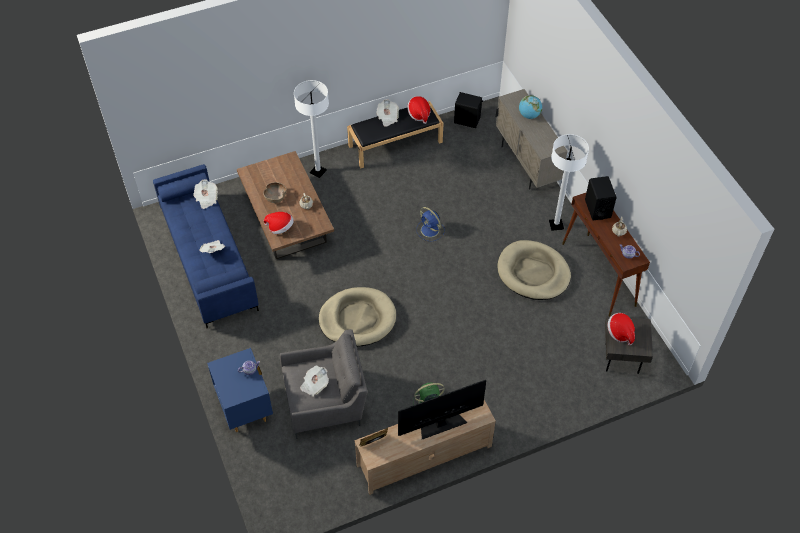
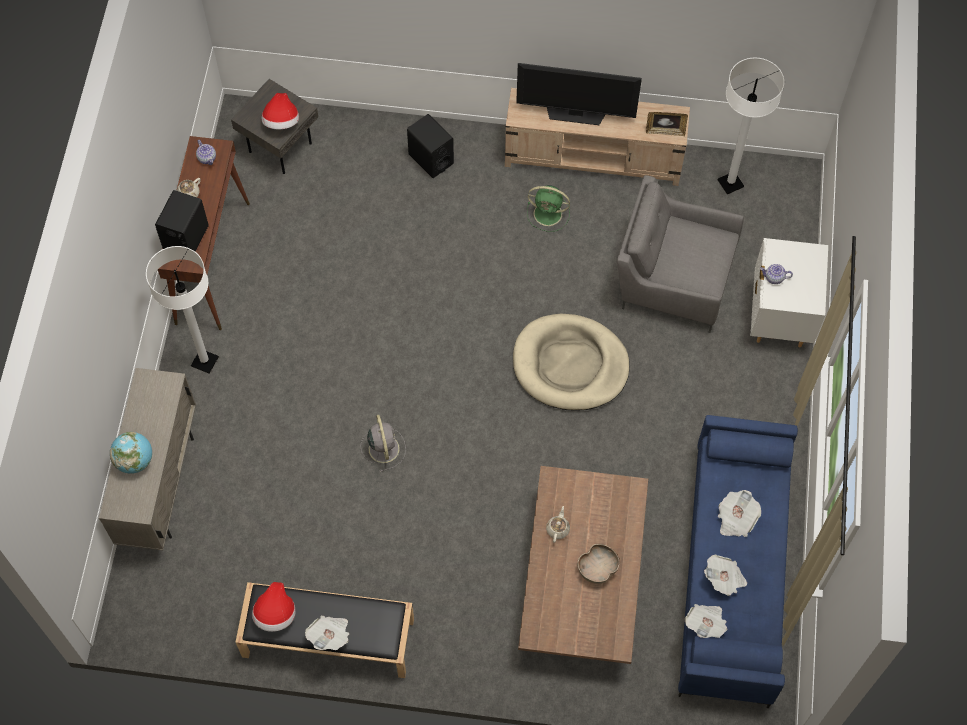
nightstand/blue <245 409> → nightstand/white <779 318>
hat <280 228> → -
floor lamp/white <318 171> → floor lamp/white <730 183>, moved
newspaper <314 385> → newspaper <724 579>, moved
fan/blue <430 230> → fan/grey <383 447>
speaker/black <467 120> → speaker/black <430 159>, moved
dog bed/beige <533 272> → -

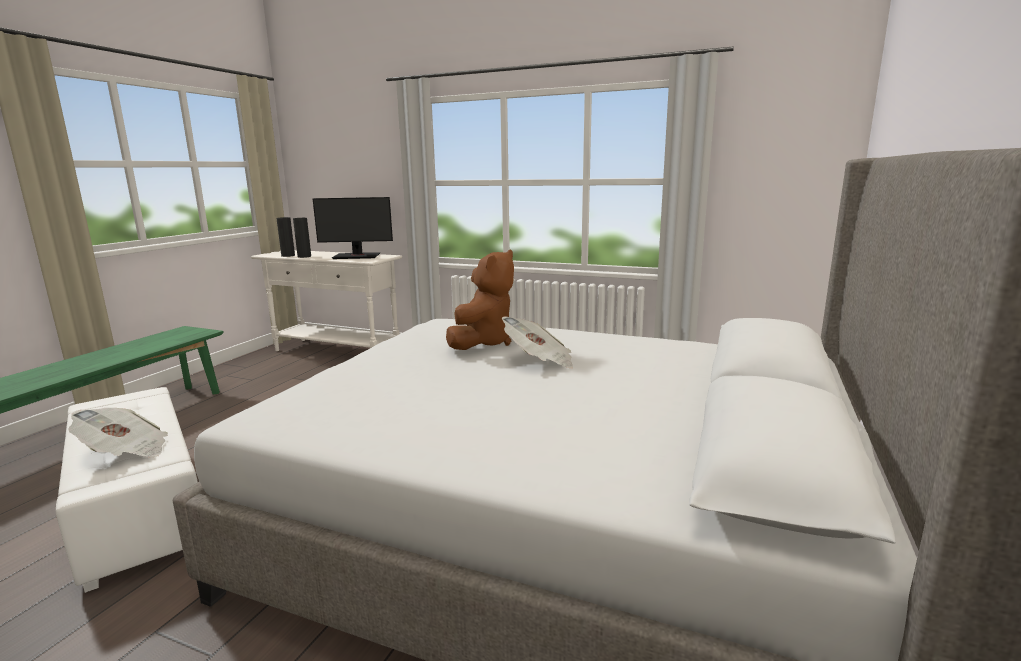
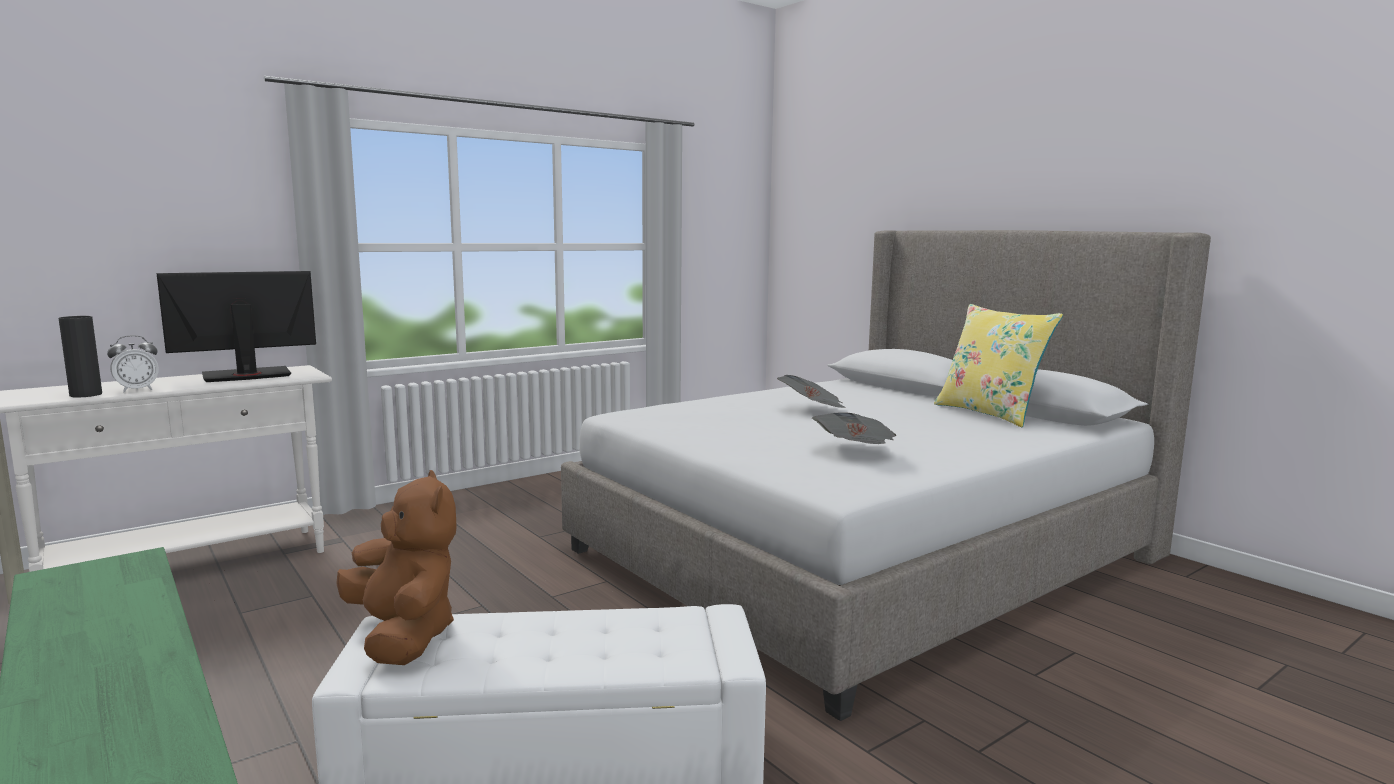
newspaper <126 452> → newspaper <855 452>, moved
vase/black <304 256> → alarm clock <137 390>
monitor <357 256> → monitor <246 375>, 150 degrees counterclockwise
plush toy/brown <483 342> → plush toy/brown <403 636>, moved
- → pillow/yellow <990 413>

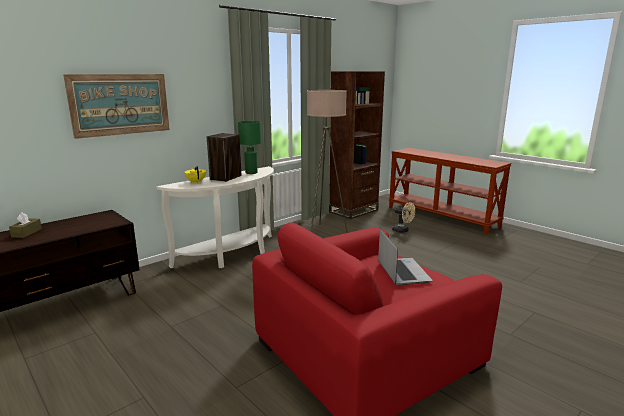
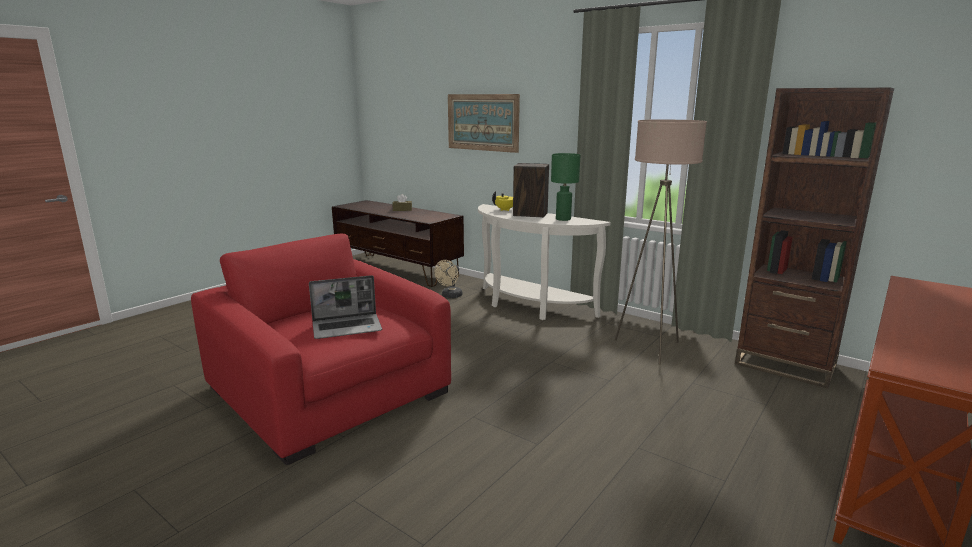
fan/beige <403 231> → fan/beige <450 296>, moved

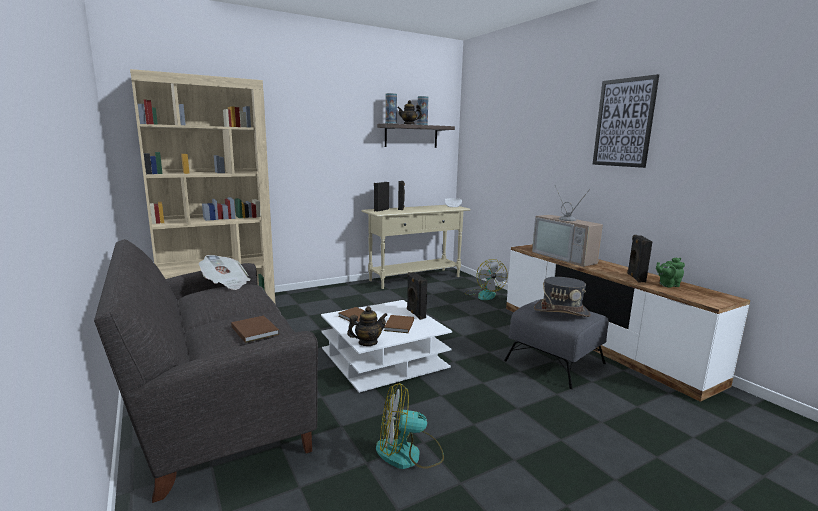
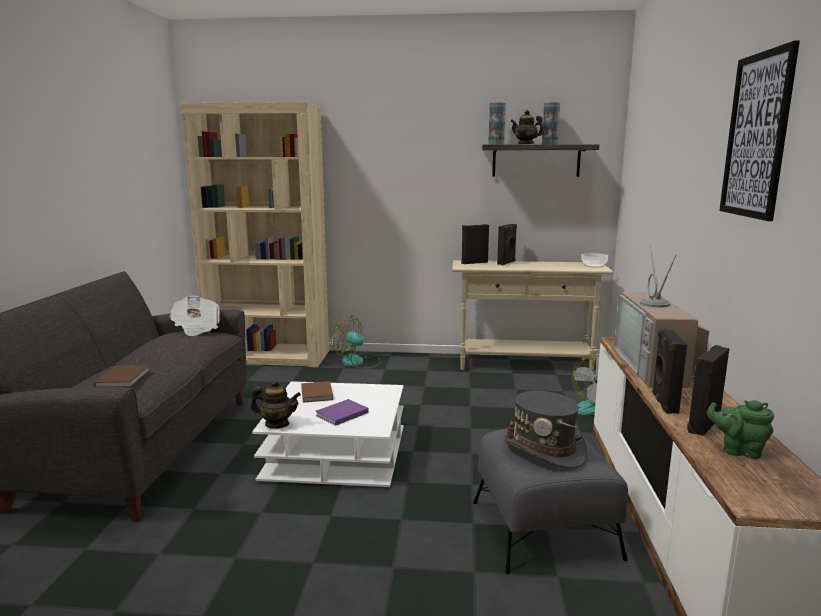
fan <409 454> → fan <357 362>, moved
book/brown <398 326> → book/purple <340 414>
speaker/black <415 314> → speaker/black <663 403>, moved

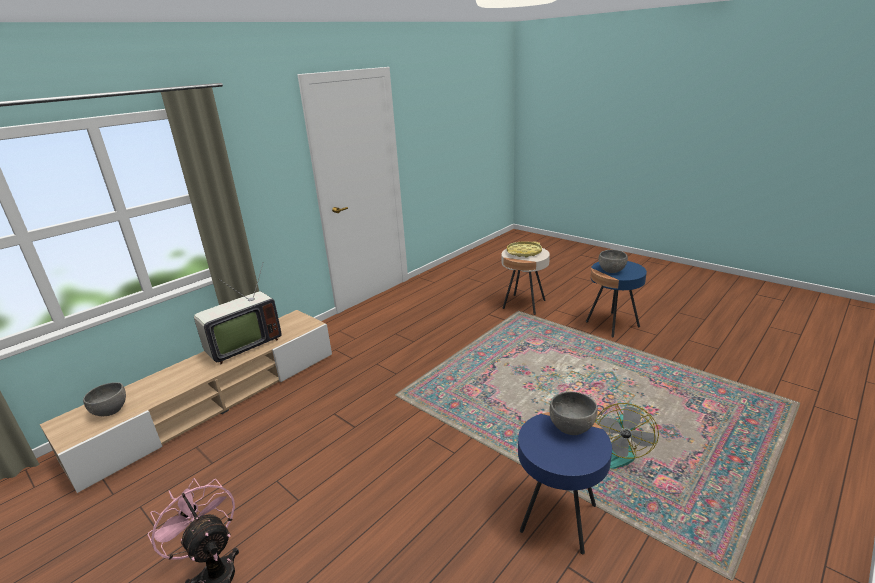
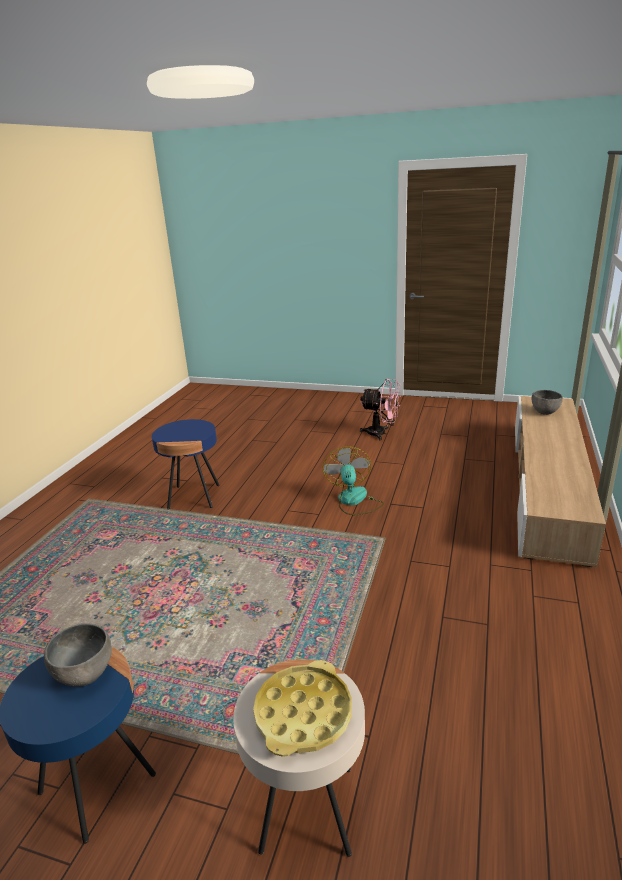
television <242 346> → -
bowl/grey <572 428> → -
fan <615 450> → fan <354 501>, moved

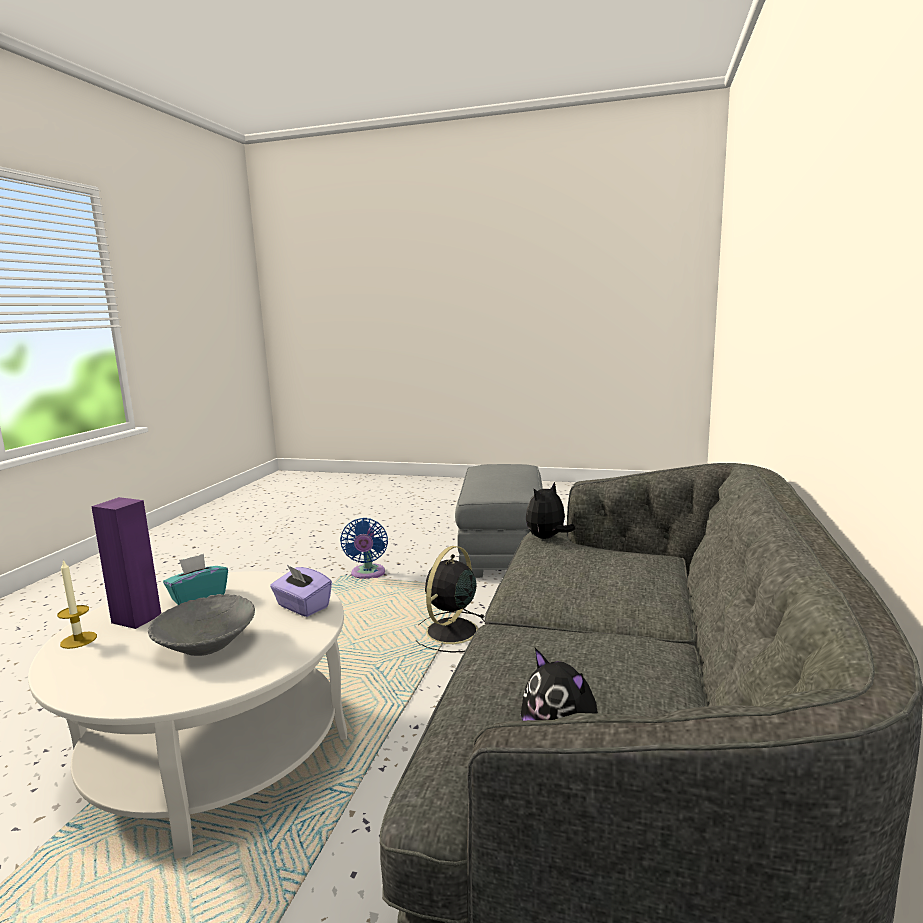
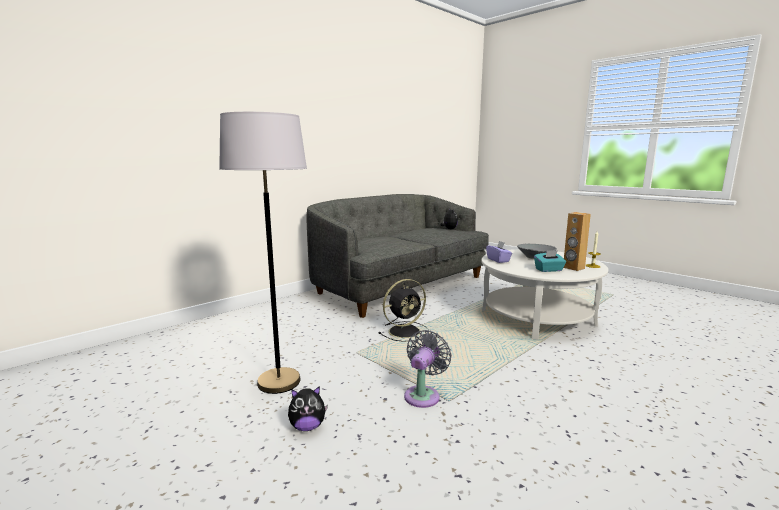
speaker/purple <137 618> → speaker/brown <573 268>
fan/blue <367 574> → fan/grey <423 395>
ottoman/grey <502 550> → floor lamp/grey <279 382>
plush toy <547 538> → plush toy <307 427>, moved

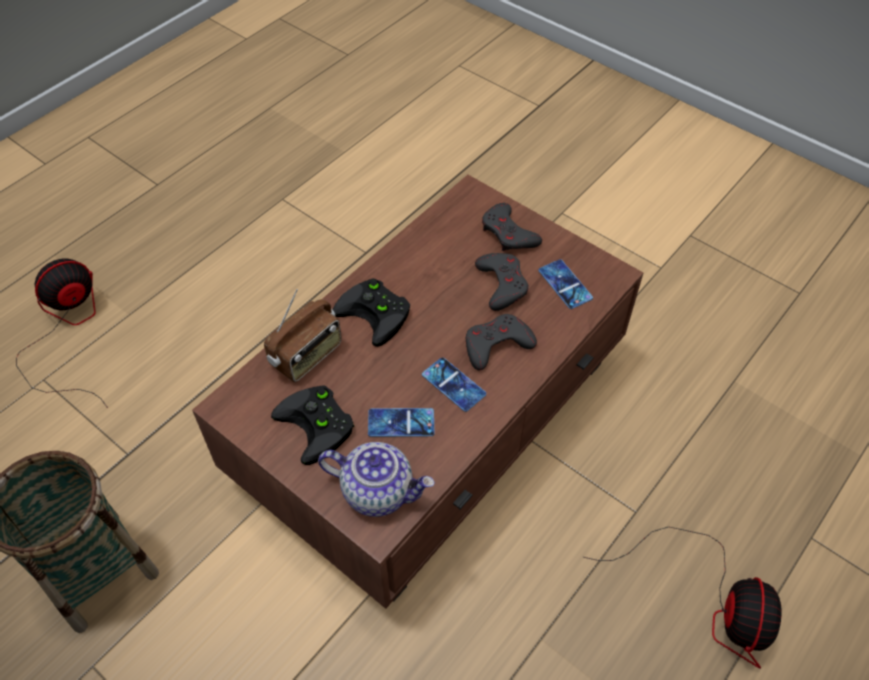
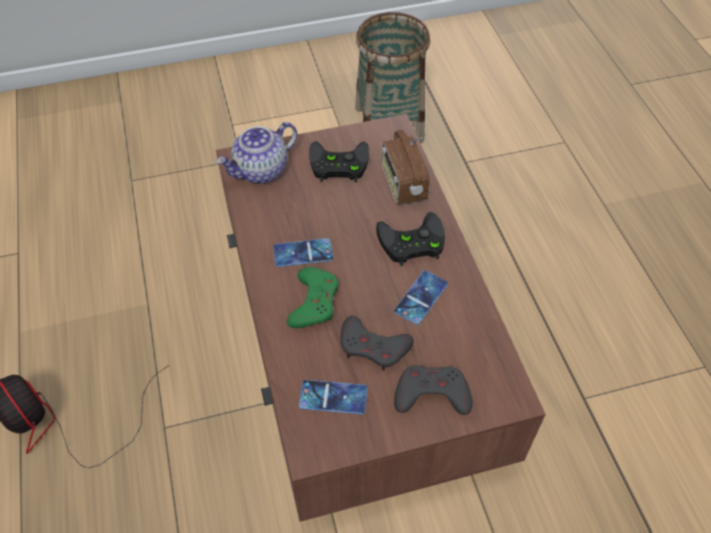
fan <68 332> → -
phone <401 423> → phone <421 297>, moved
game controller/grey <496 345> → game controller/green <314 302>

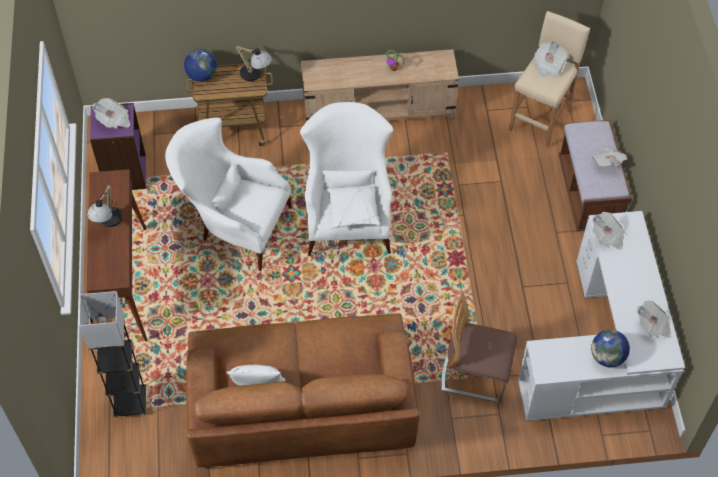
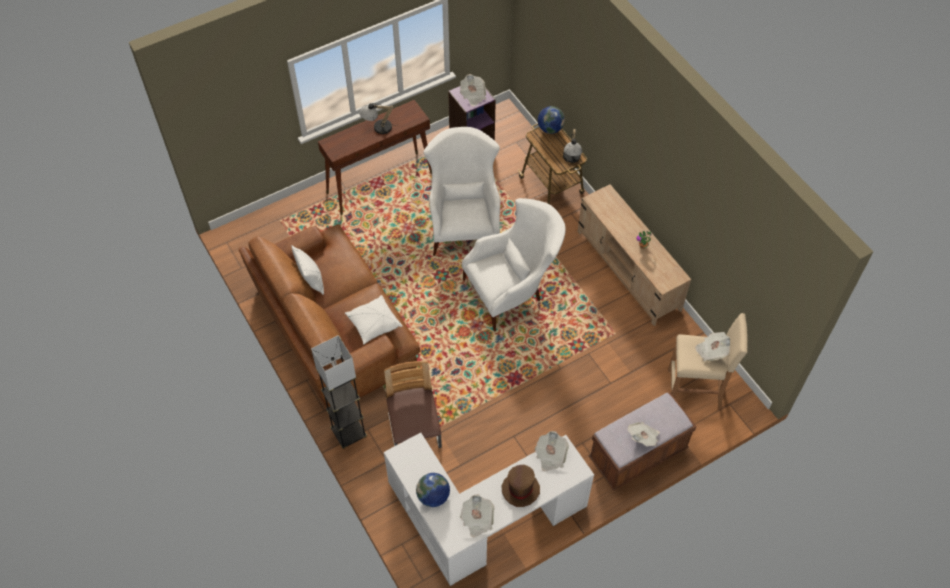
floor lamp/grey <130 403> → floor lamp/grey <349 433>, moved
pillow/white <353 212> → pillow/white <373 324>, moved
- → hat/brown <520 489>

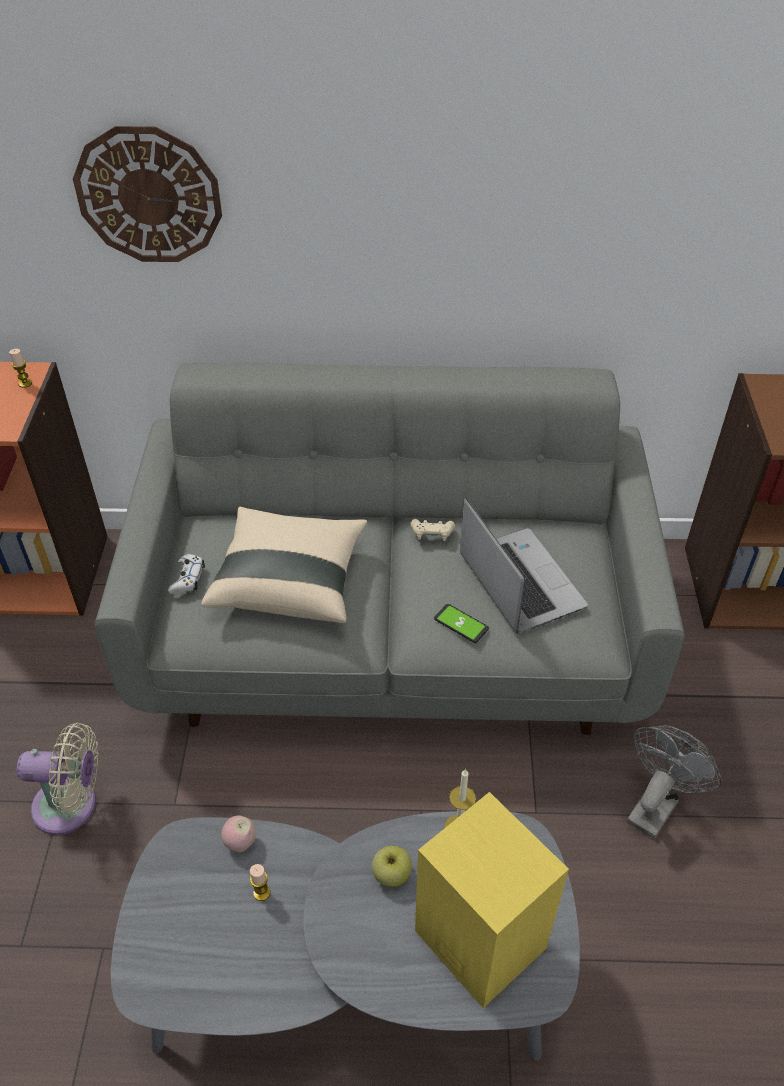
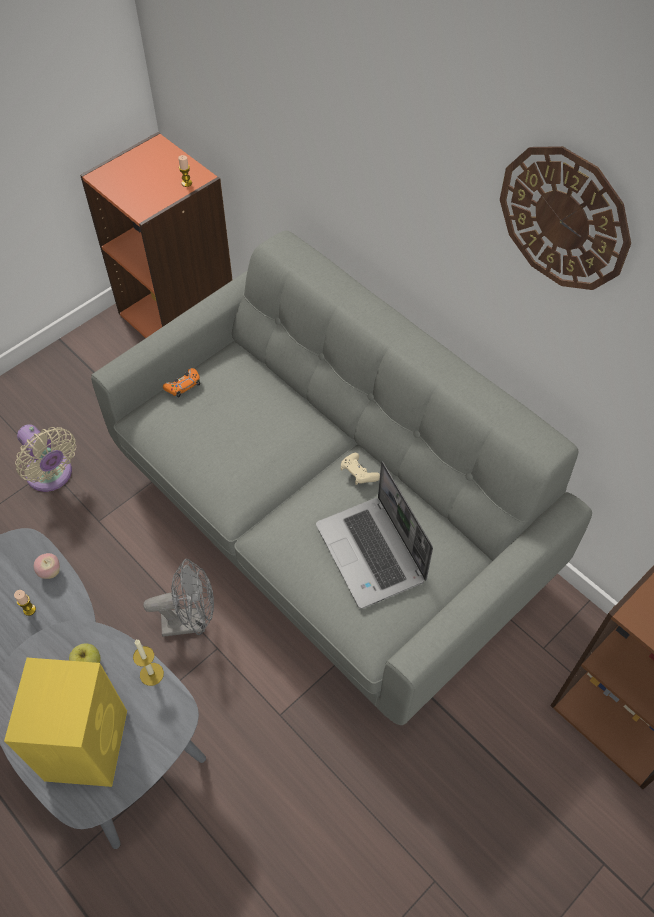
wall clock <149 195> → wall clock <564 218>, moved
game controller/white <187 578> → game controller/orange <183 385>
pillow/beige <290 581> → -
phone <461 624> → -
laptop <518 581> → laptop <372 553>, 135 degrees clockwise
fan/grey <655 804> → fan/grey <191 621>, moved

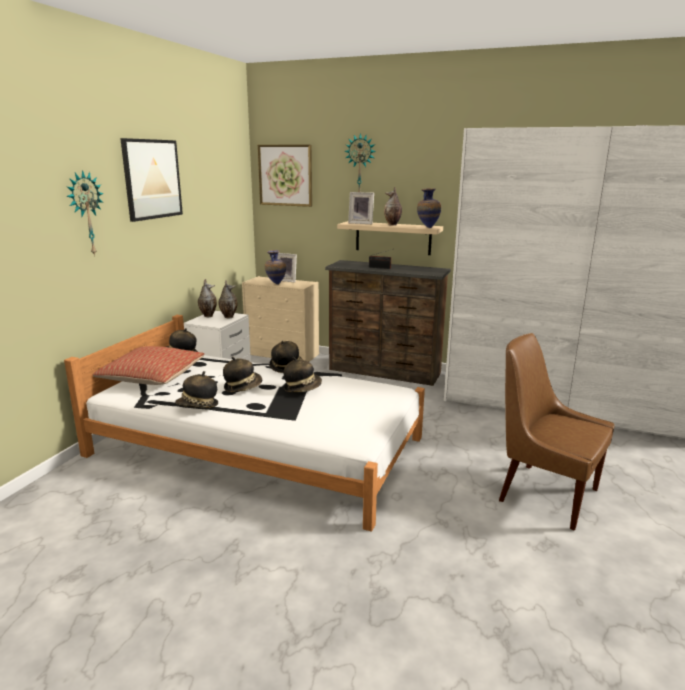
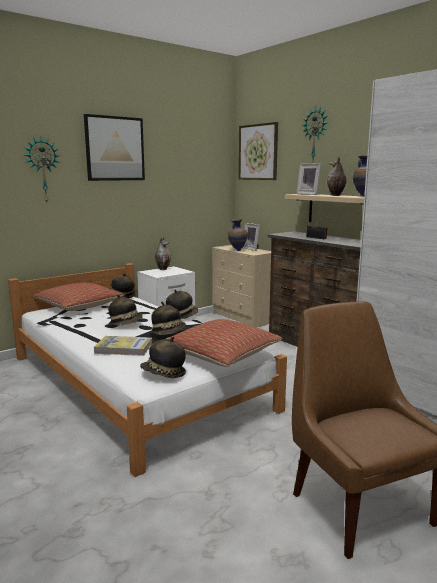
hat <198 406> → hat <163 374>, moved
vase <228 316> → -
- → book <123 348>
- → pillow <221 355>

